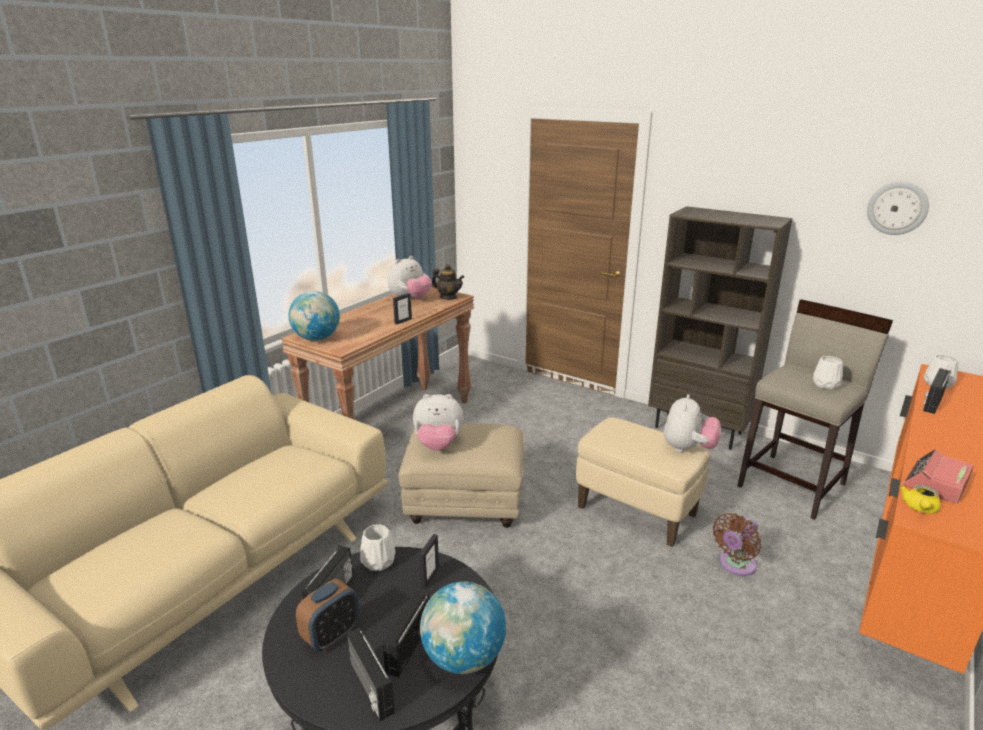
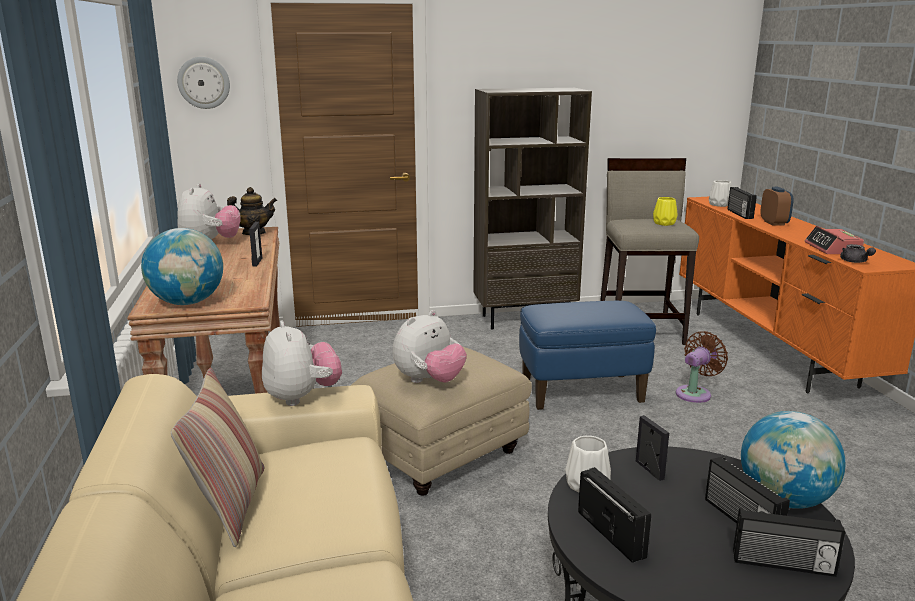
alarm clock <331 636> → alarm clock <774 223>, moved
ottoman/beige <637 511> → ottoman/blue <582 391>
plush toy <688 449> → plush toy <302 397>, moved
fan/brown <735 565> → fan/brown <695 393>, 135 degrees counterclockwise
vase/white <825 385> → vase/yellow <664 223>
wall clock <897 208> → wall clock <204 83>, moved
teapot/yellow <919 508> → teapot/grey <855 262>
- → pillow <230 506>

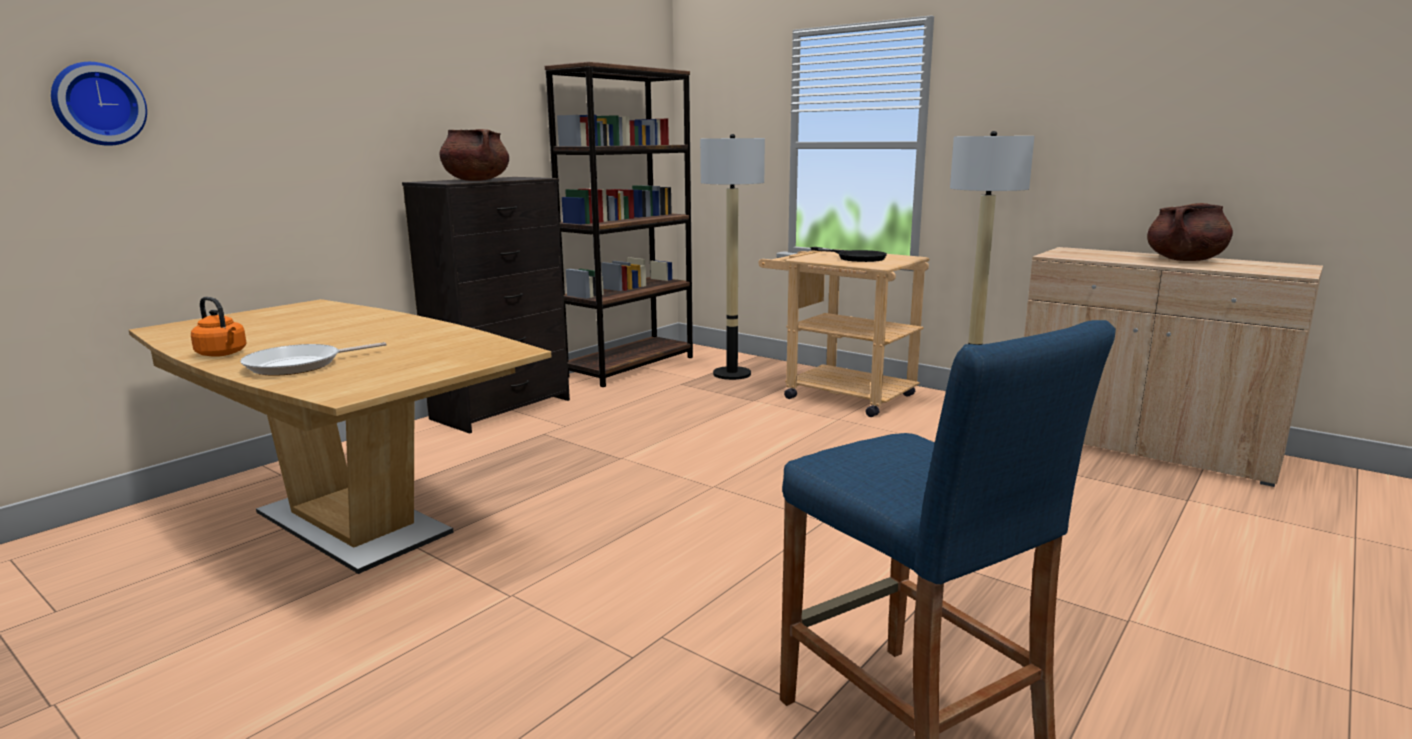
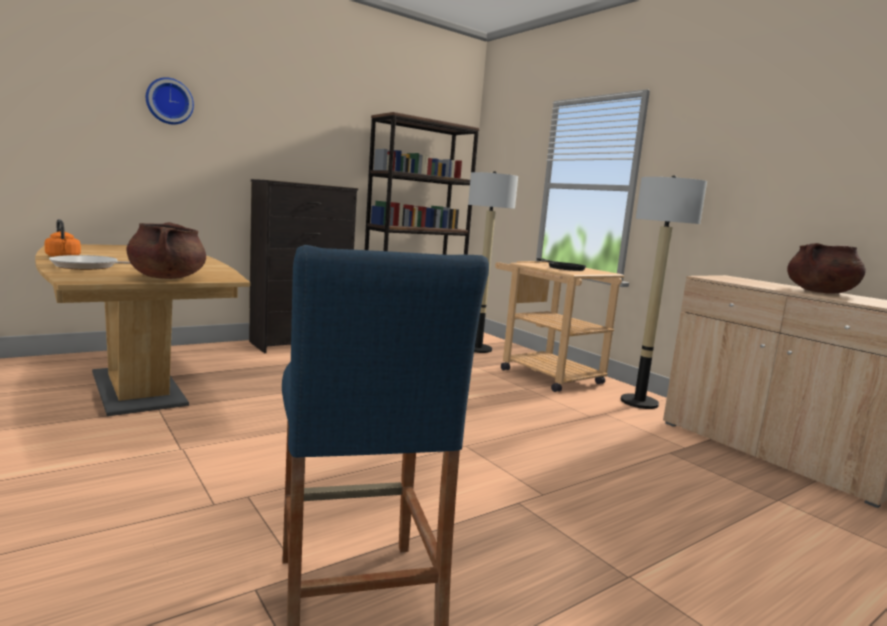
wall clock <98 104> → wall clock <169 101>, moved
cooking pot/brown <476 180> → cooking pot/brown <167 278>, moved

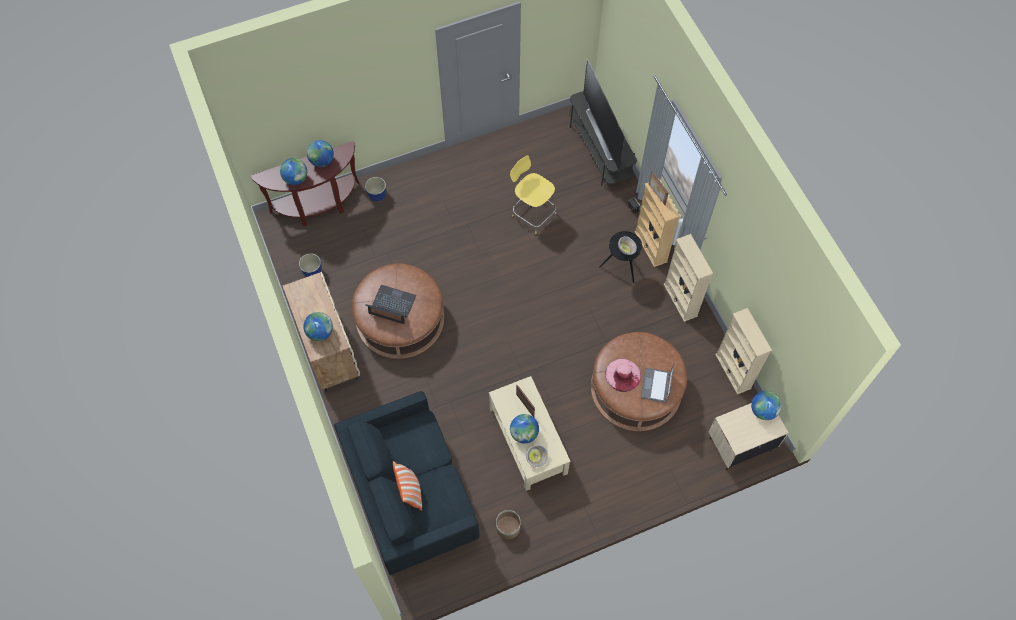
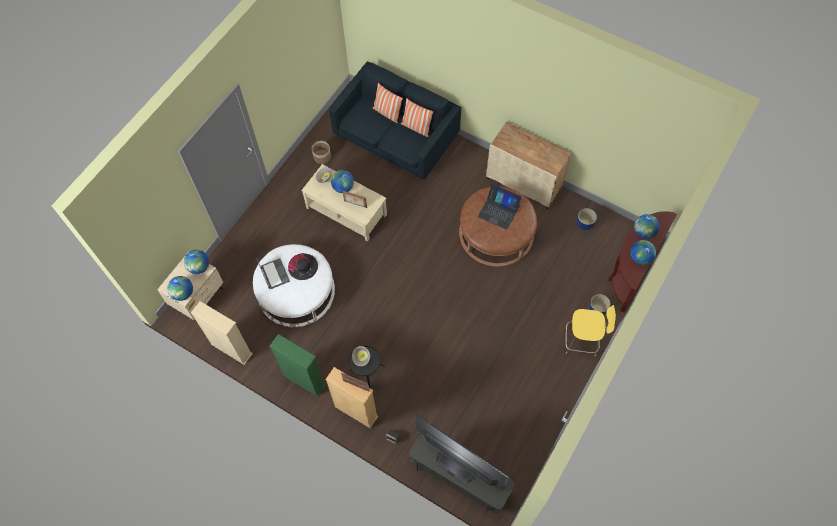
globe <320 332> → globe <199 267>, moved
laptop <392 305> → laptop <498 211>, 45 degrees clockwise
stool/yellow <532 214> → stool/yellow <582 341>, moved
ottoman/brown <636 388> → ottoman/white <296 291>
hat/pink <622 375> → hat/black <303 266>
bookcase/beige <680 300> → bookcase/green <304 380>
- → pillow <416 127>

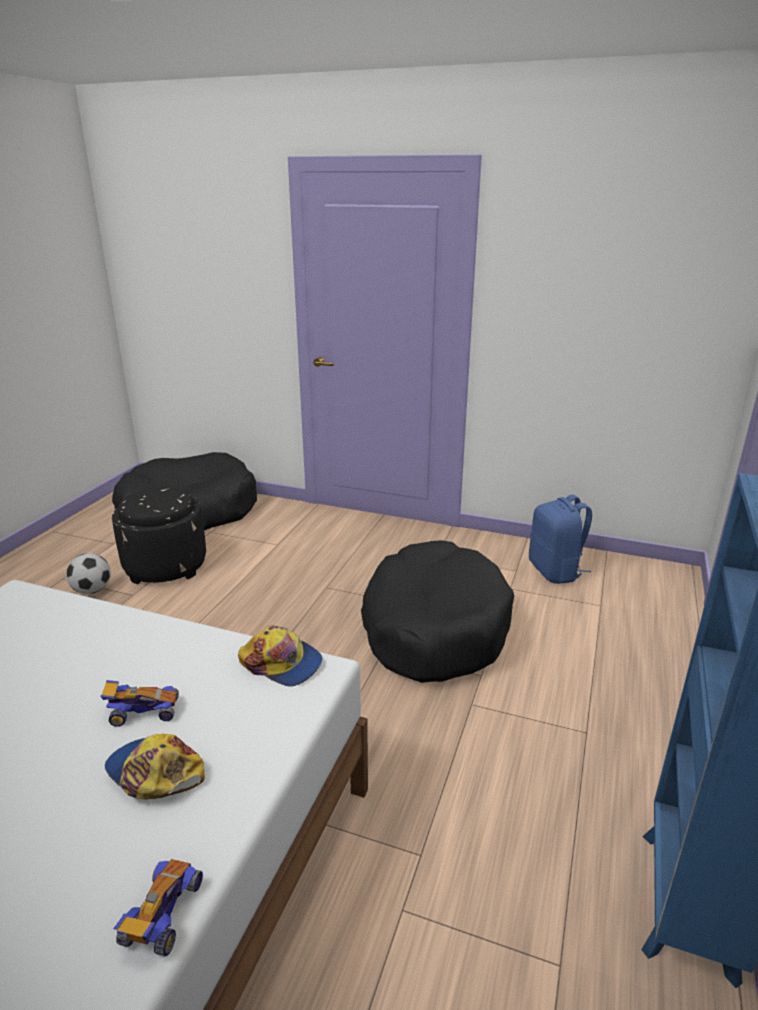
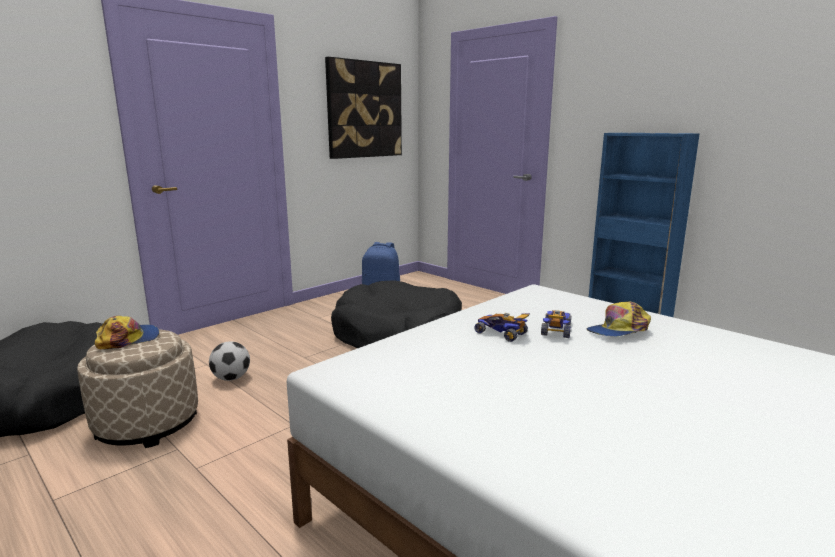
football <92 590> → football <231 378>, moved
ottoman/black <165 565> → ottoman/beige <147 423>
toy car <162 916> → toy car <502 334>, moved
cap <282 663> → cap <128 339>, moved
- → picture <364 110>

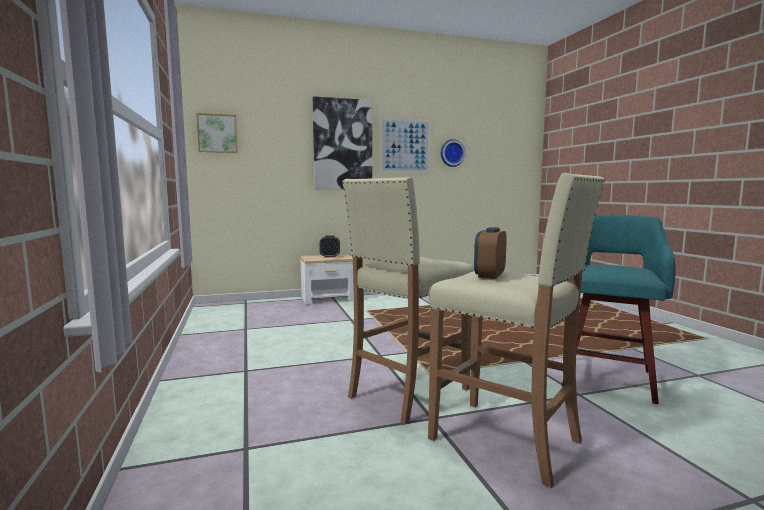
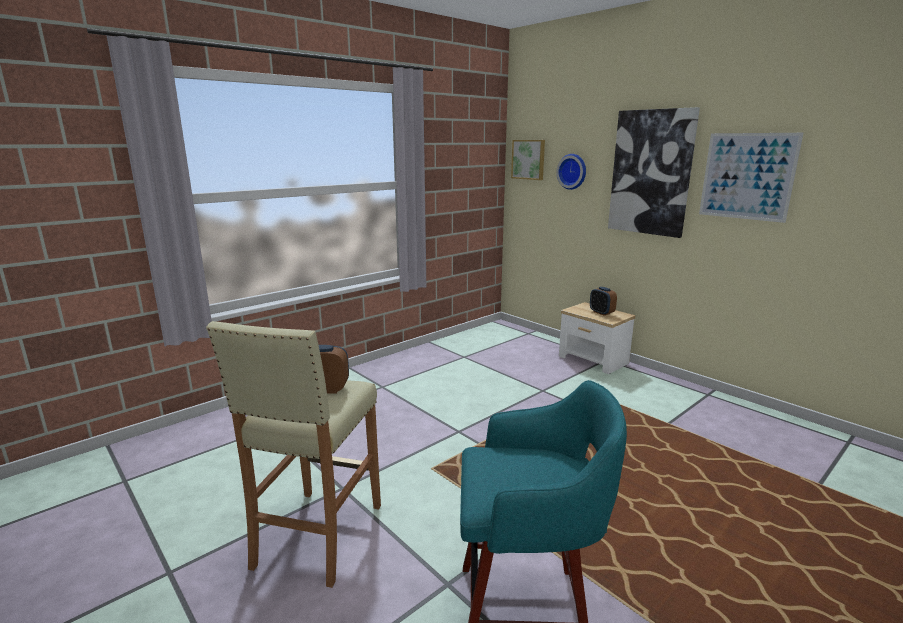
stool/beige <408 393> → -
wall clock <451 153> → wall clock <573 171>, moved

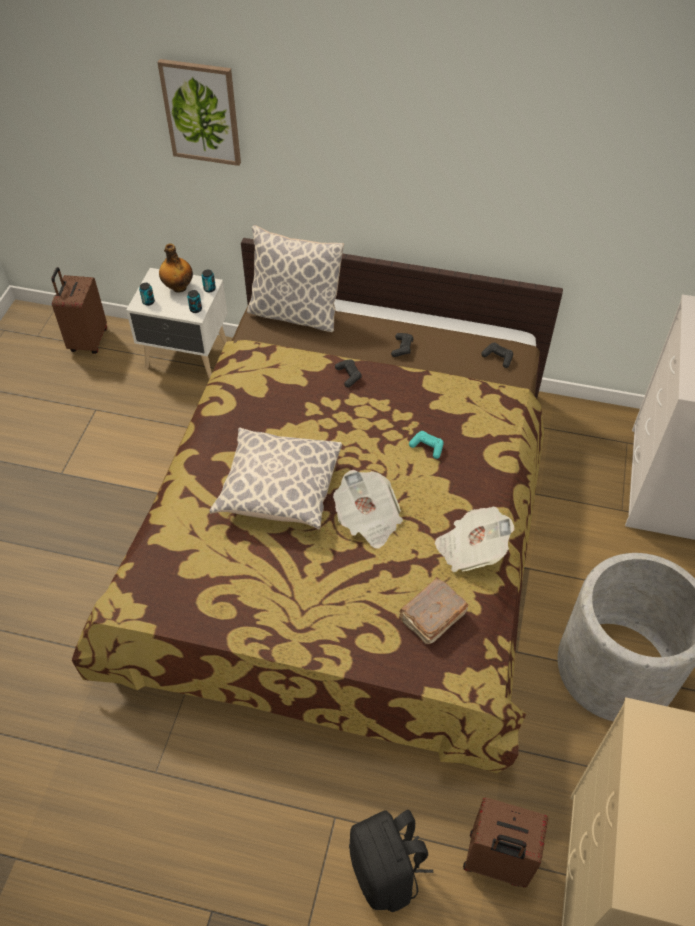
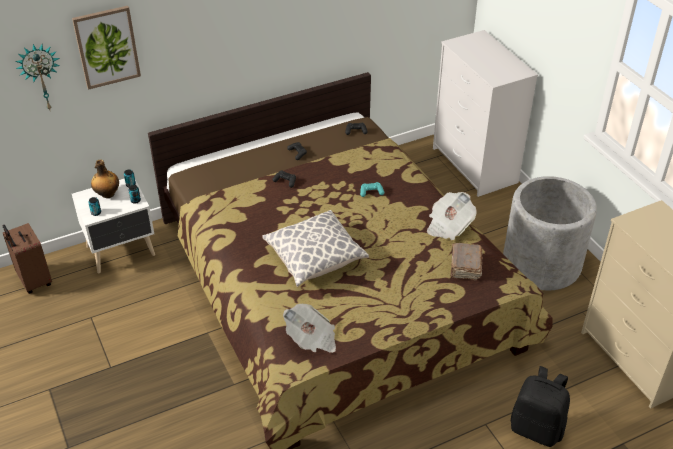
pillow <294 313> → -
newspaper <368 519> → newspaper <311 339>, moved
suitcase/brown <496 861> → -
- → wall clock <41 76>

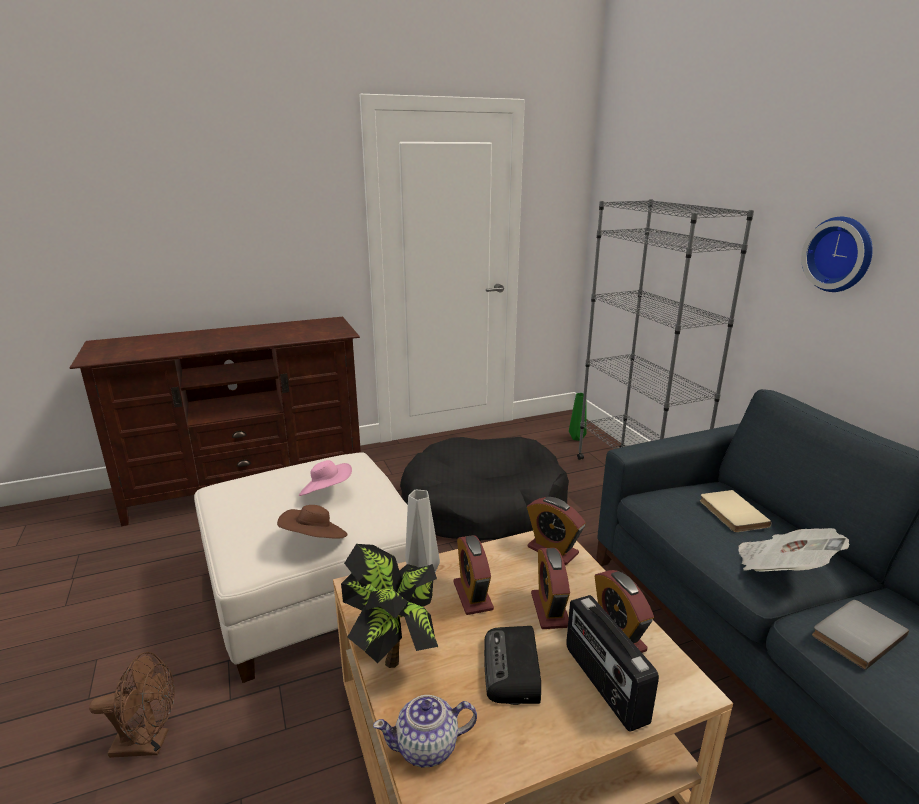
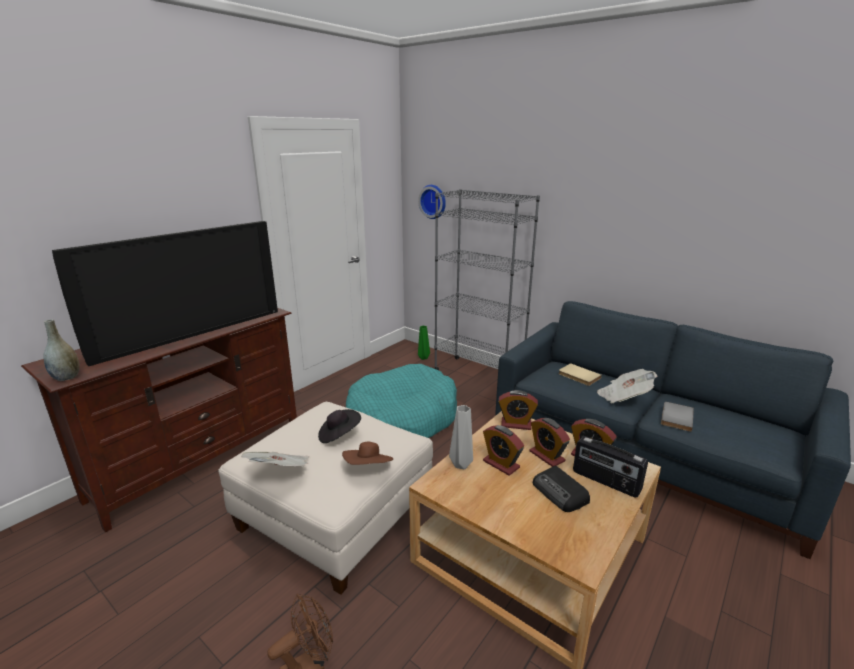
hat/pink <326 492> → hat/black <339 435>
potted plant <396 650> → -
teapot <428 747> → -
dog bed/black <483 506> → dog bed/turquoise <401 419>
wall clock <840 254> → wall clock <433 201>, moved
- → vase/grey <66 377>
- → television <191 332>
- → newspaper <281 472>

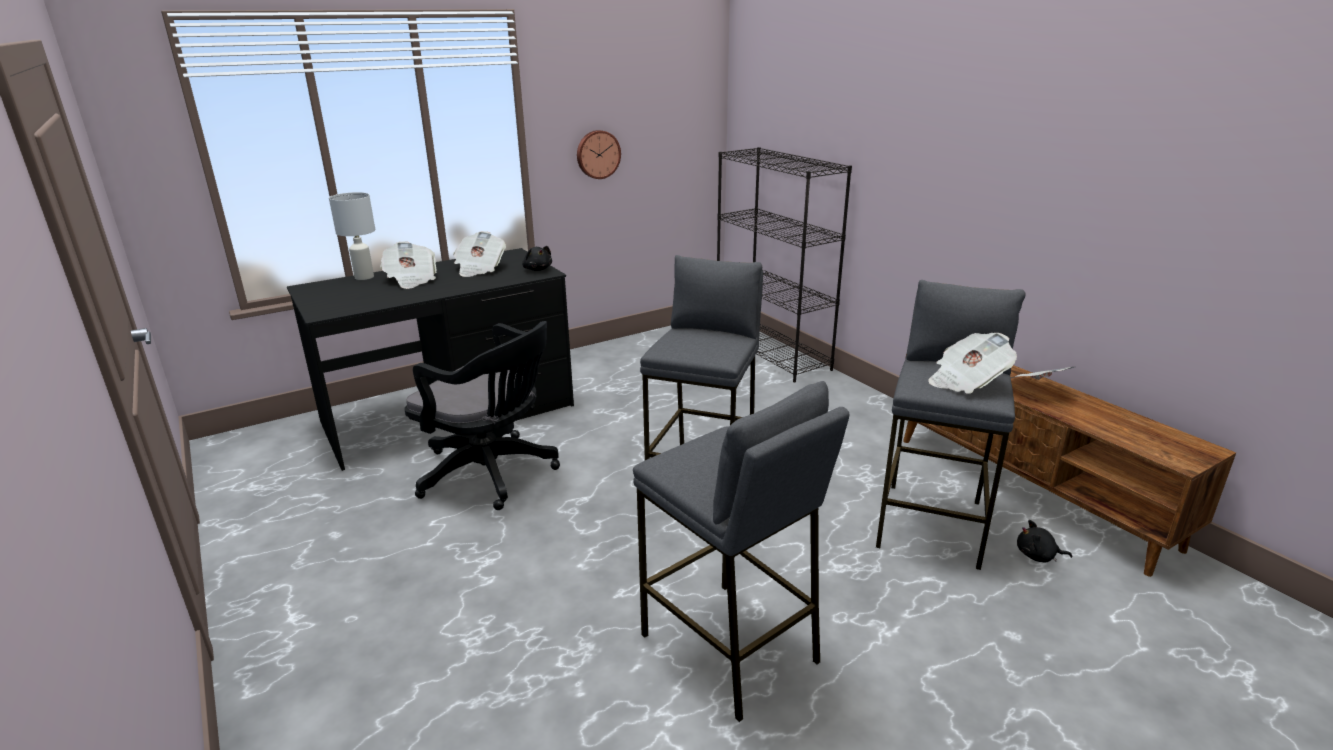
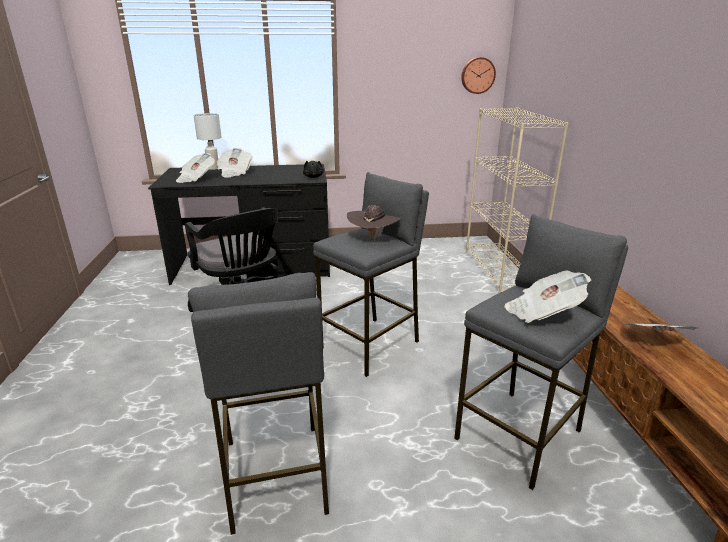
newspaper <479 269> → newspaper <196 179>, moved
wall clock <597 154> → wall clock <477 75>, moved
bookcase/black <772 354> → bookcase/beige <499 270>
plush toy/black <1038 556> → -
- → hat/brown <373 237>

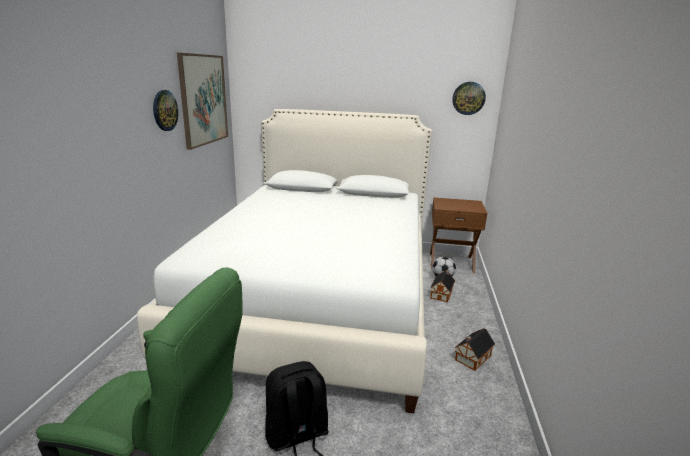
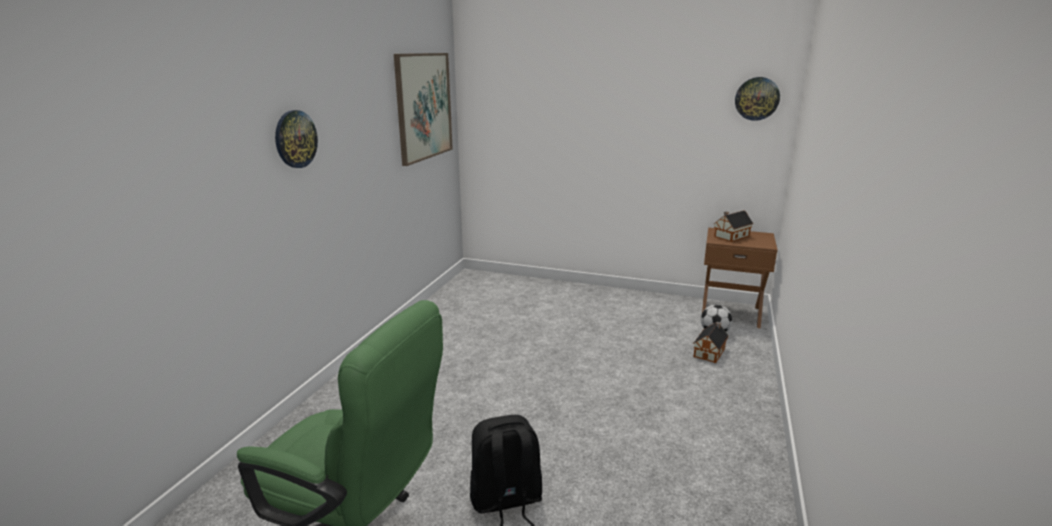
bed/white <319 297> → -
wall clock <164 110> → wall clock <295 139>, moved
toy house <471 358> → toy house <730 236>, moved

